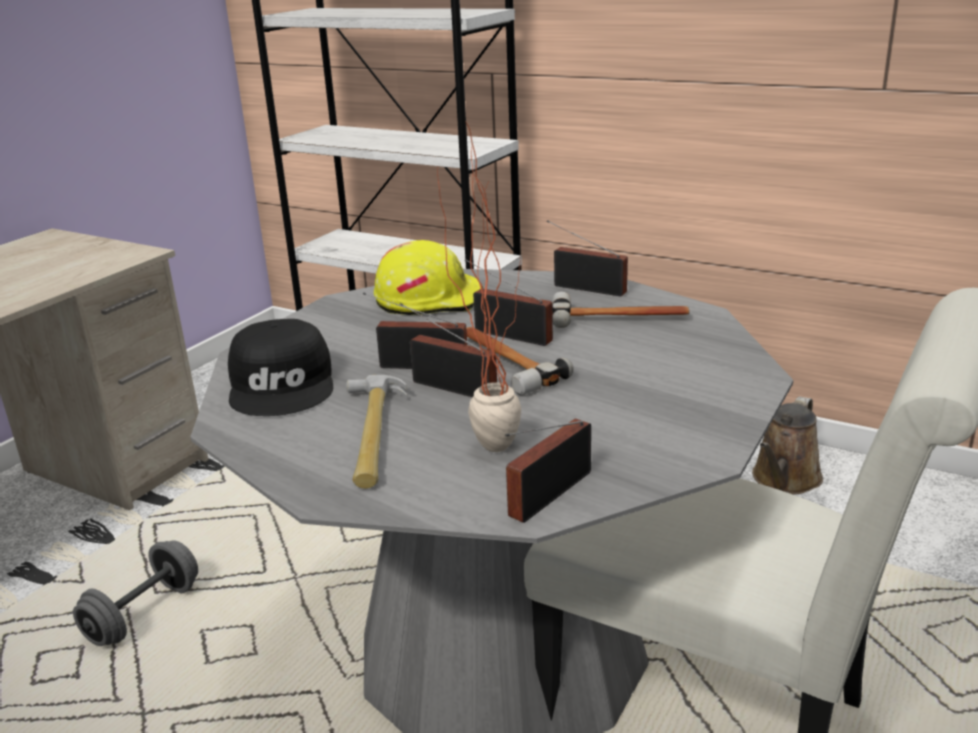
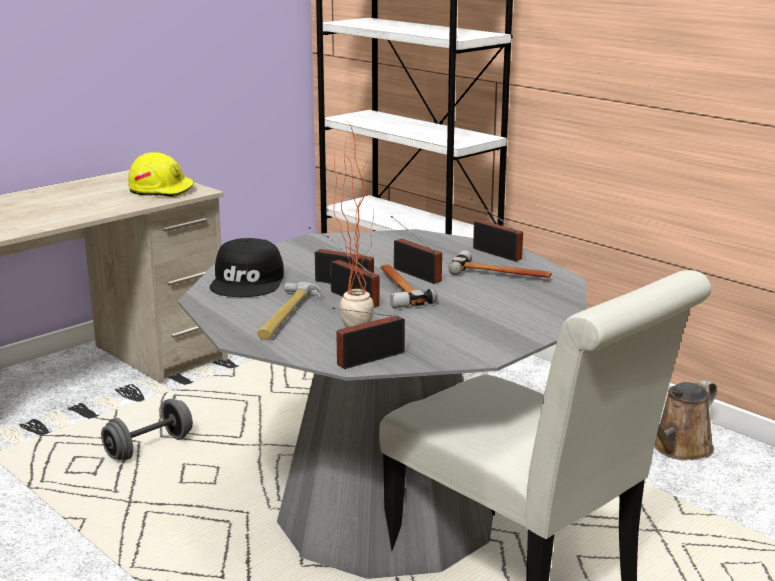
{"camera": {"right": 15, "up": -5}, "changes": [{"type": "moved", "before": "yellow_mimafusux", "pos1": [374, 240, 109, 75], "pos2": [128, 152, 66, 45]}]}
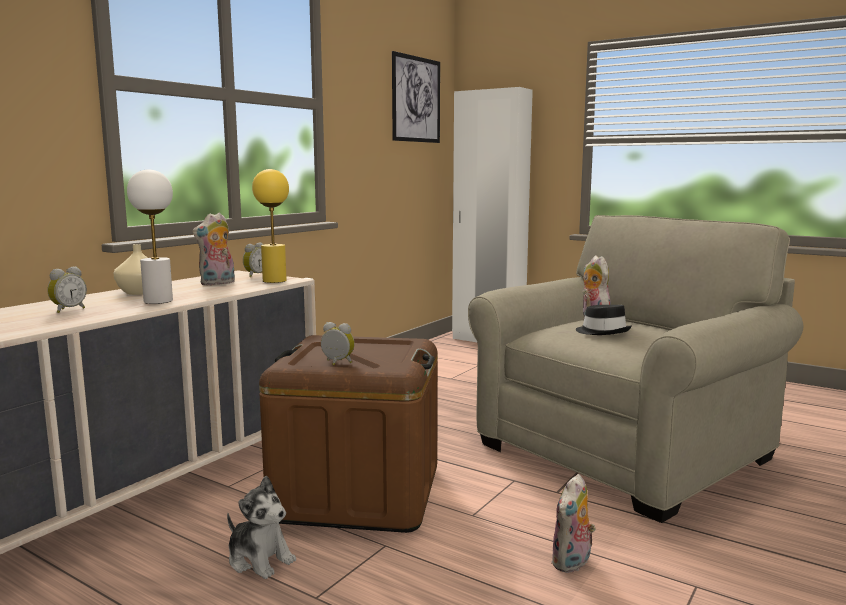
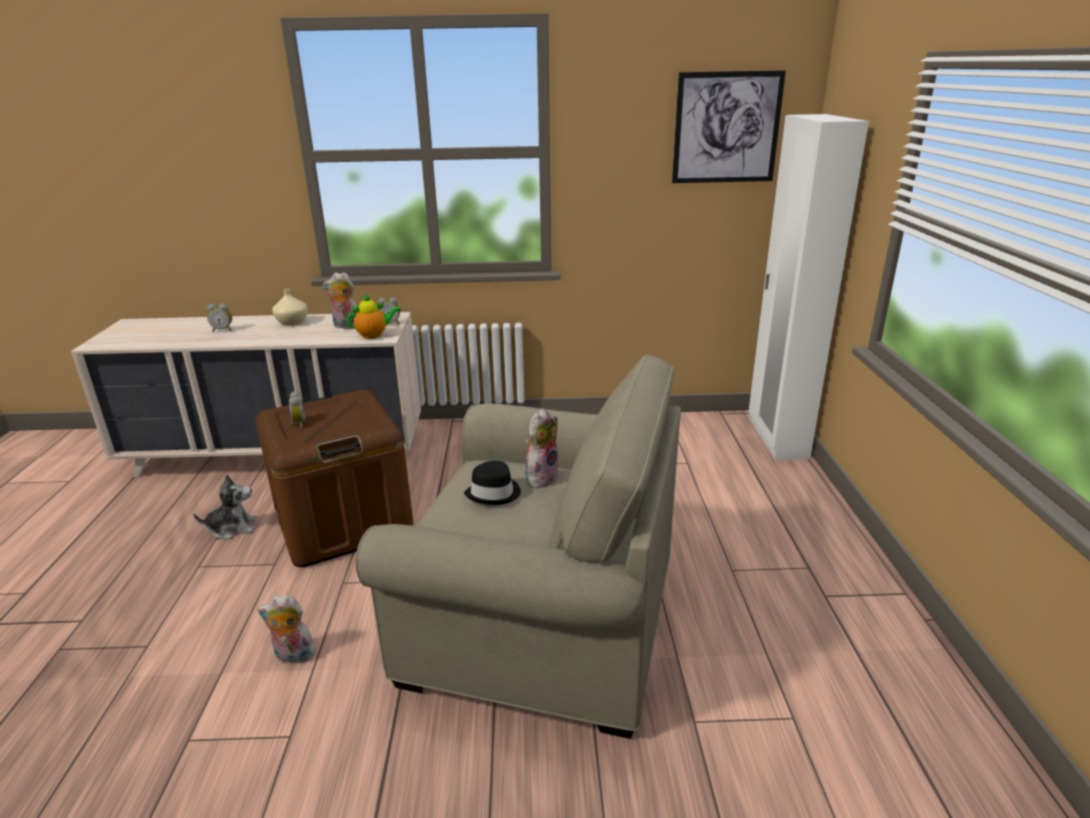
{"camera": {"right": 55, "up": 15}, "changes": [{"type": "removed", "before": "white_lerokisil", "pos1": [127, 169, 46, 135]}, {"type": "replaced", "before": "yellow_lerokisil", "after": "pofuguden", "pos1": [252, 169, 37, 114], "pos2": [347, 293, 54, 46]}, {"type": "turned", "before": "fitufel", "pos1": [227, 476, 69, 103], "pos2": [193, 474, 63, 65], "turn": -105}]}
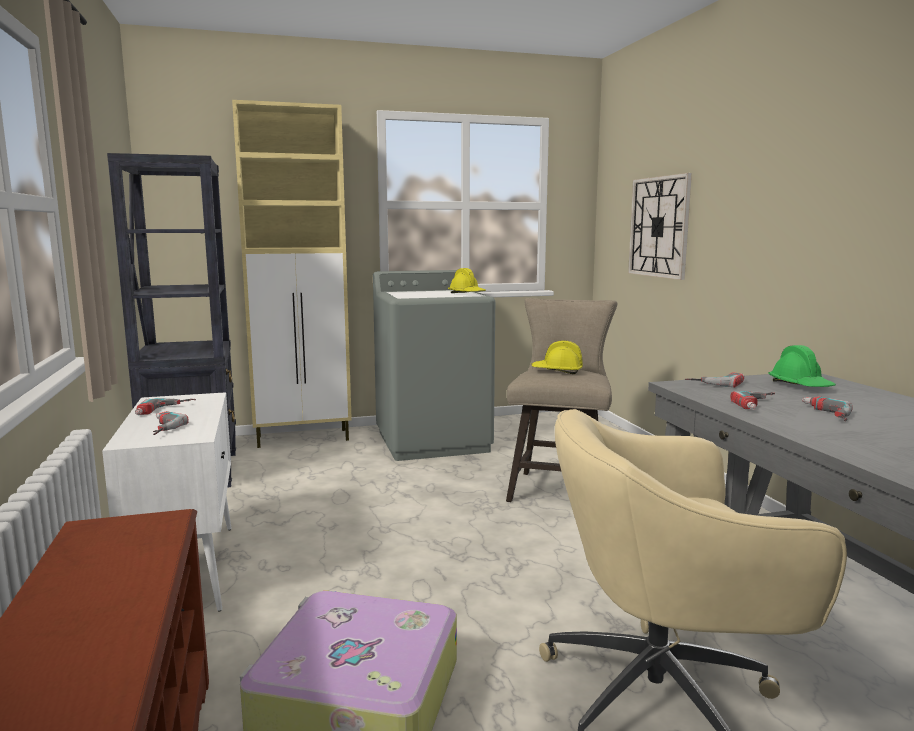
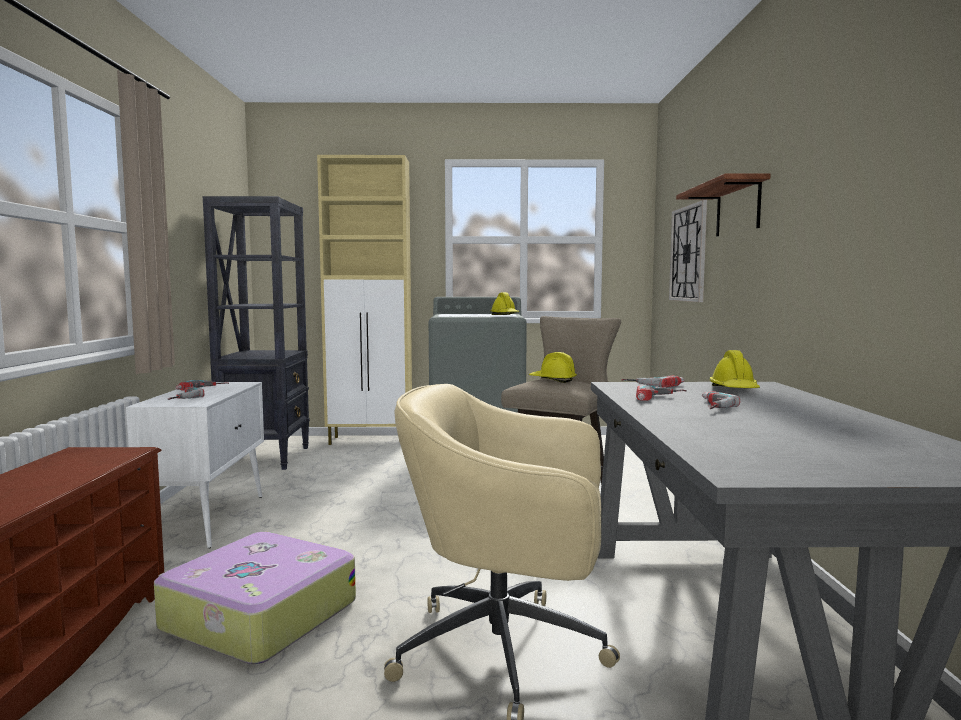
{"camera": {"right": 15, "up": -5}, "changes": [{"type": "added", "after": "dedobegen", "pos2": [676, 173, 95, 63]}, {"type": "recoloured", "before": "green_mimafusux", "after": "yellow_mimafusux", "pos1": [769, 345, 67, 42], "pos2": [709, 350, 51, 38]}]}
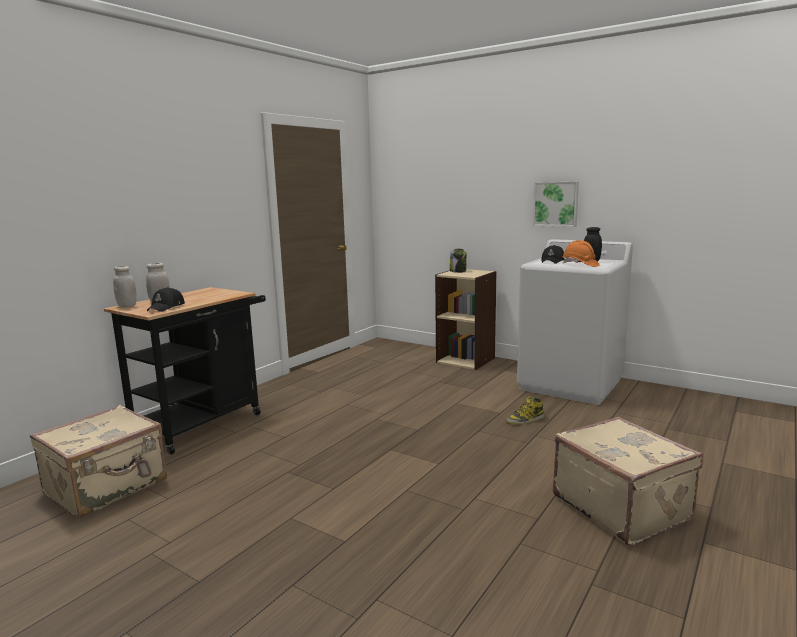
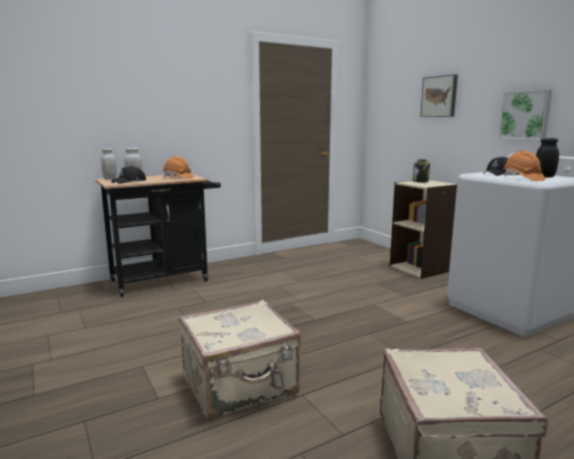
{"camera": {"right": 25, "up": 0}, "changes": [{"type": "removed", "before": "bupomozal", "pos1": [506, 396, 38, 29]}, {"type": "added", "after": "orange_mimafusux", "pos2": [163, 156, 31, 23]}, {"type": "added", "after": "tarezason", "pos2": [420, 74, 38, 43]}, {"type": "moved", "before": "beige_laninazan", "pos1": [30, 405, 137, 114], "pos2": [179, 300, 122, 120]}]}
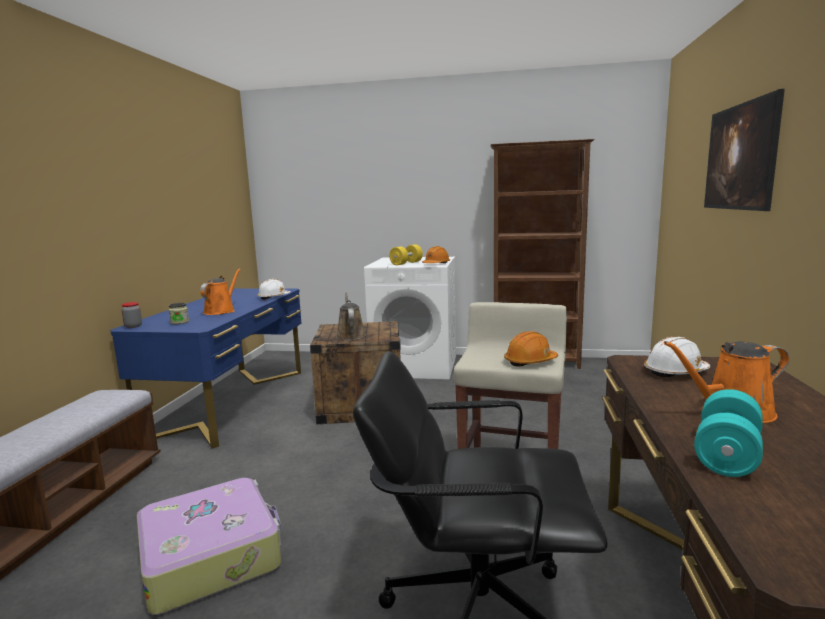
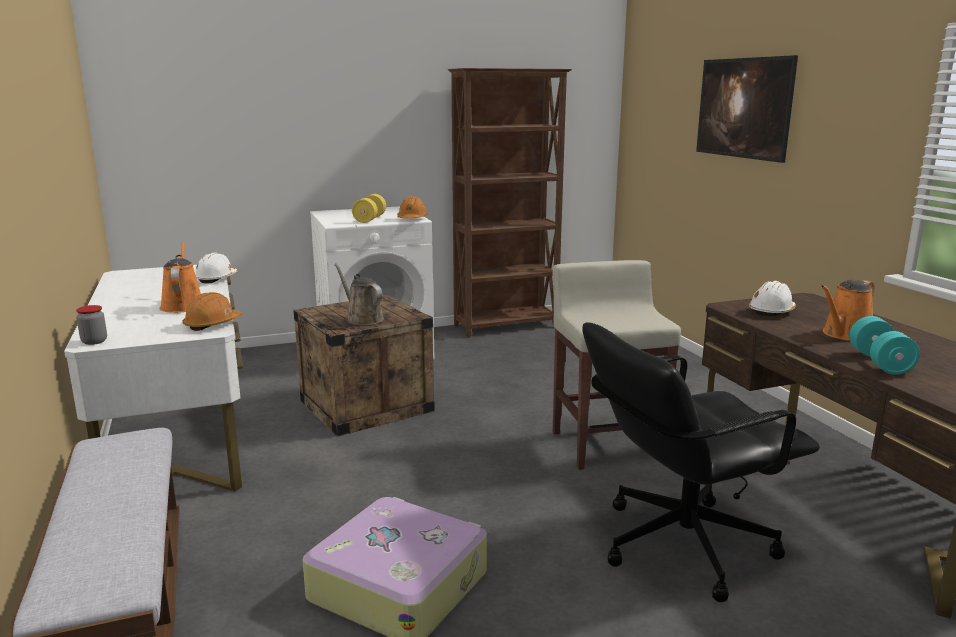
{"camera": {"right": -30, "up": 5}, "changes": [{"type": "removed", "before": "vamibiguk", "pos1": [169, 303, 20, 21]}, {"type": "moved", "before": "orange_mimafusux", "pos1": [504, 331, 54, 36], "pos2": [182, 292, 60, 39]}, {"type": "recoloured", "before": "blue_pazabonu", "after": "white_pazabonu", "pos1": [110, 288, 192, 160], "pos2": [64, 265, 179, 227]}]}
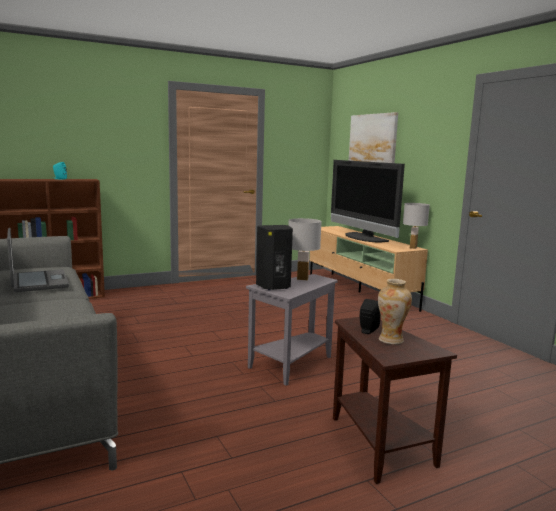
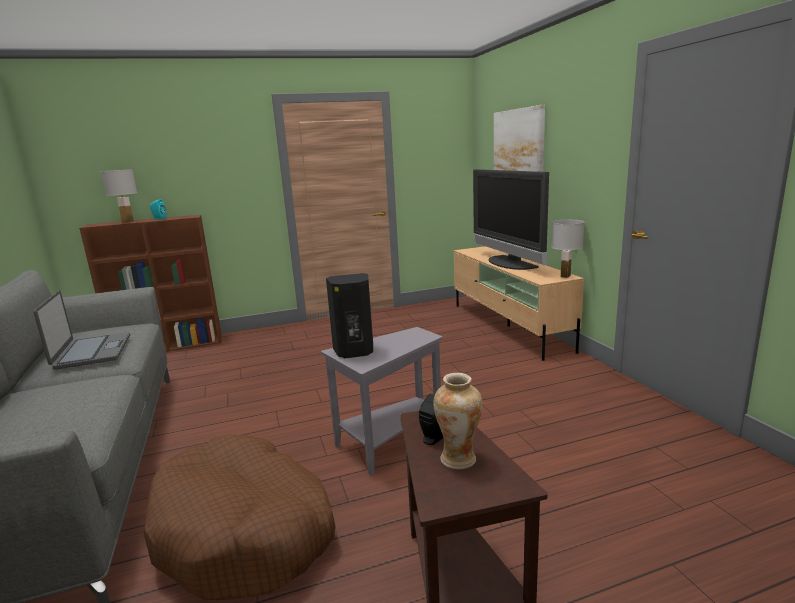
{"camera": {"right": 10, "up": 5}, "changes": [{"type": "added", "after": "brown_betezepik", "pos2": [144, 435, 192, 165]}, {"type": "moved", "before": "white_lerokisil", "pos1": [288, 218, 34, 62], "pos2": [101, 169, 36, 53]}]}
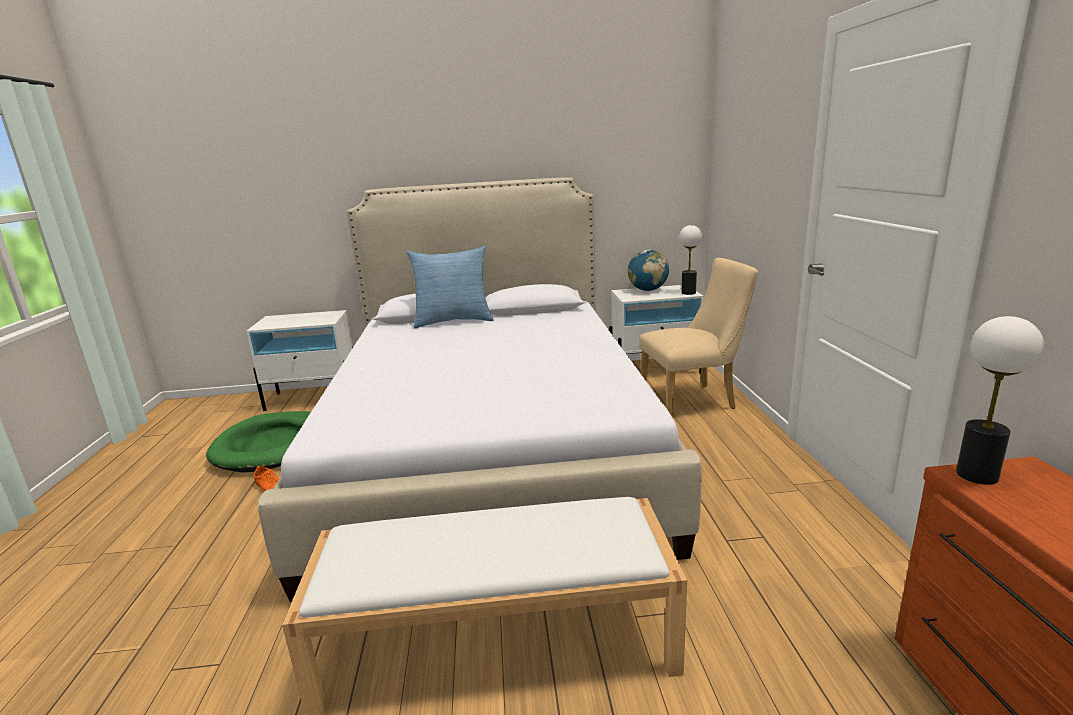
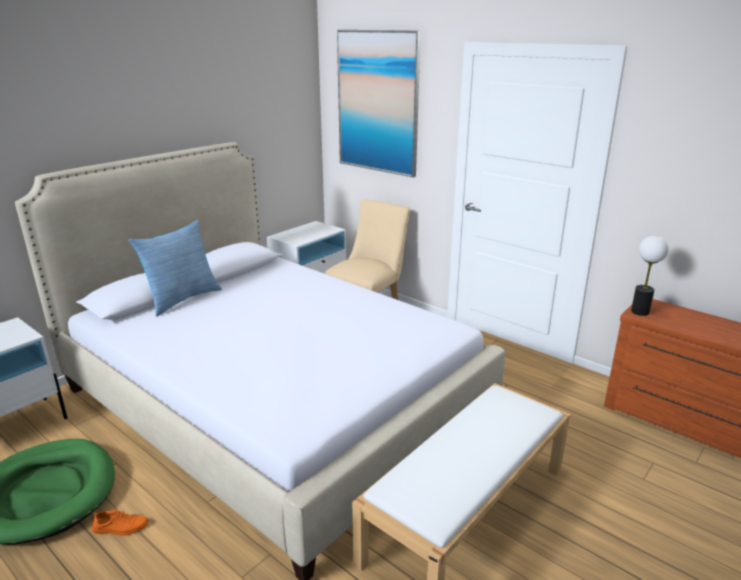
{"camera": {"right": -45, "up": 5}, "changes": [{"type": "removed", "before": "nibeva", "pos1": [628, 250, 41, 41]}, {"type": "removed", "before": "lerokisil", "pos1": [679, 225, 23, 70]}, {"type": "added", "after": "tarezason", "pos2": [337, 30, 84, 147]}]}
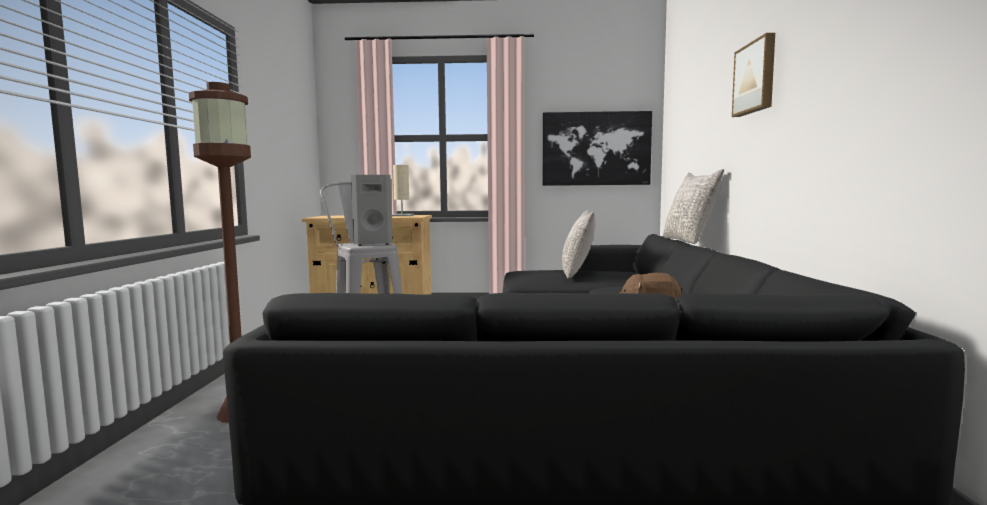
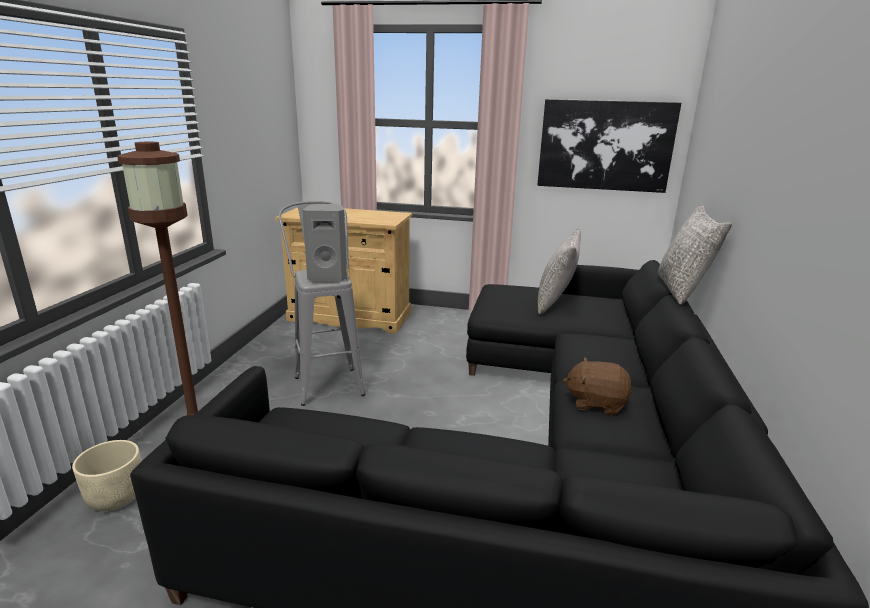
{"camera": {"right": 10, "up": 15}, "changes": [{"type": "removed", "before": "beige_lerokisil", "pos1": [392, 165, 22, 51]}, {"type": "removed", "before": "tarezason", "pos1": [732, 33, 43, 84]}, {"type": "added", "after": "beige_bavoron", "pos2": [72, 440, 69, 71]}]}
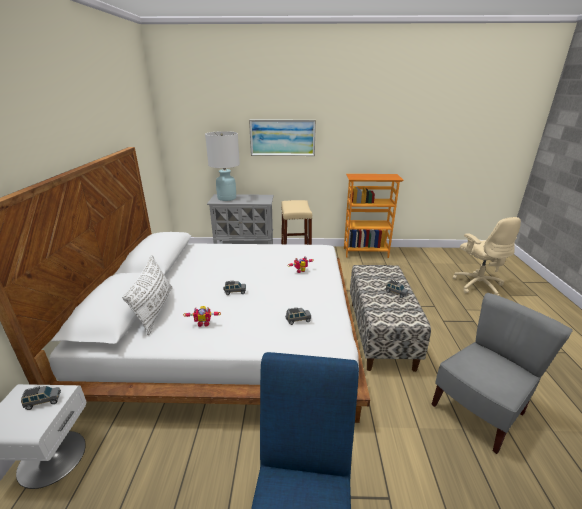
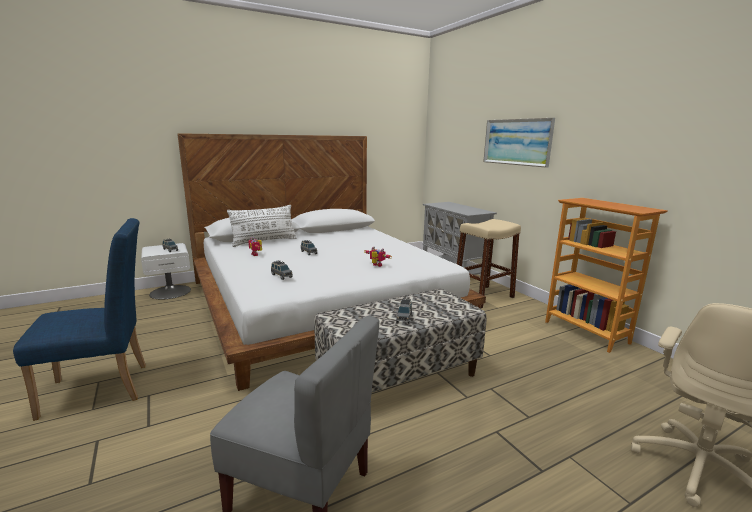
{"camera": {"right": 60, "up": -10}, "changes": [{"type": "removed", "before": "white_lerokisil", "pos1": [205, 131, 35, 70]}]}
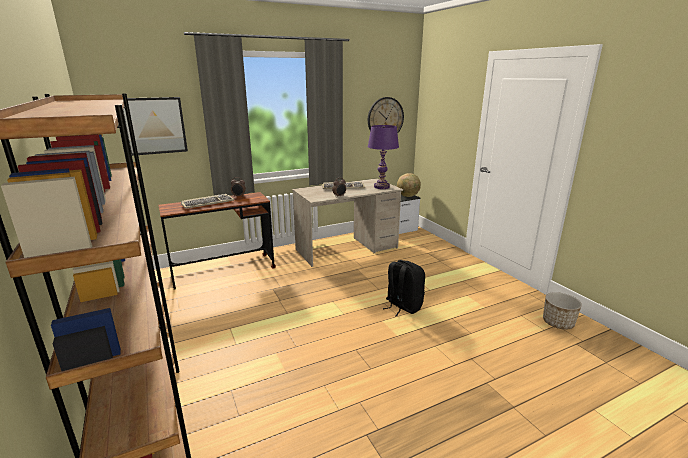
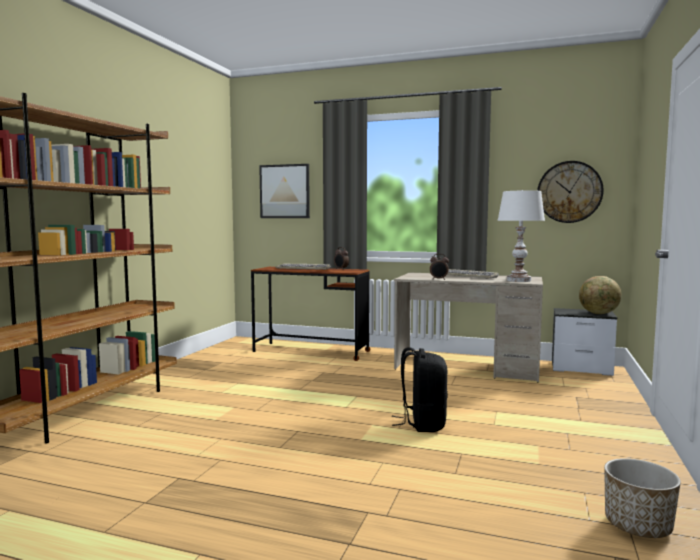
{"camera": {"right": 45, "up": -15}, "changes": [{"type": "recoloured", "before": "purple_lerokisil", "after": "white_lerokisil", "pos1": [368, 125, 31, 64], "pos2": [497, 190, 48, 92]}]}
